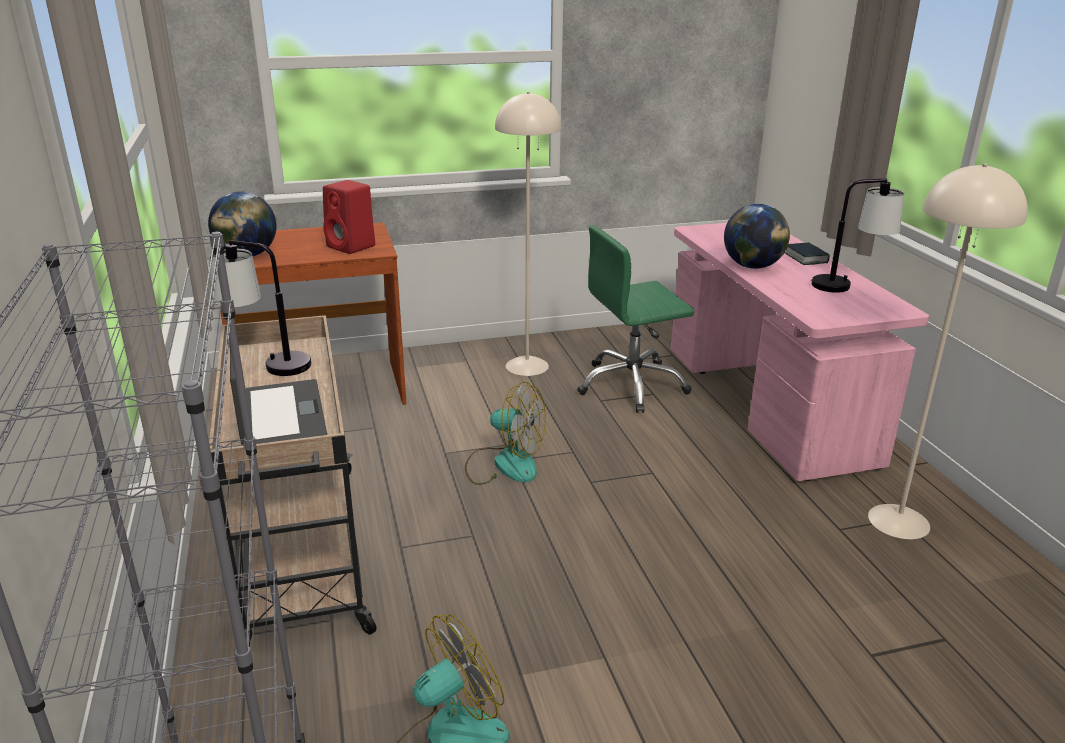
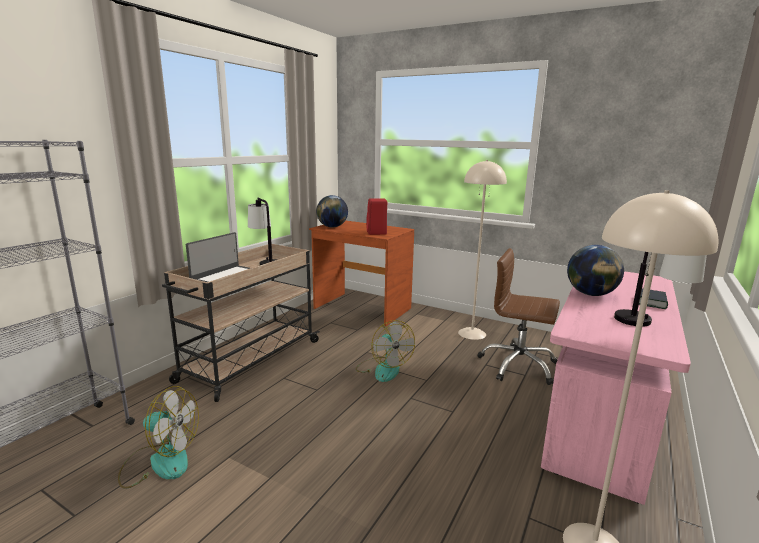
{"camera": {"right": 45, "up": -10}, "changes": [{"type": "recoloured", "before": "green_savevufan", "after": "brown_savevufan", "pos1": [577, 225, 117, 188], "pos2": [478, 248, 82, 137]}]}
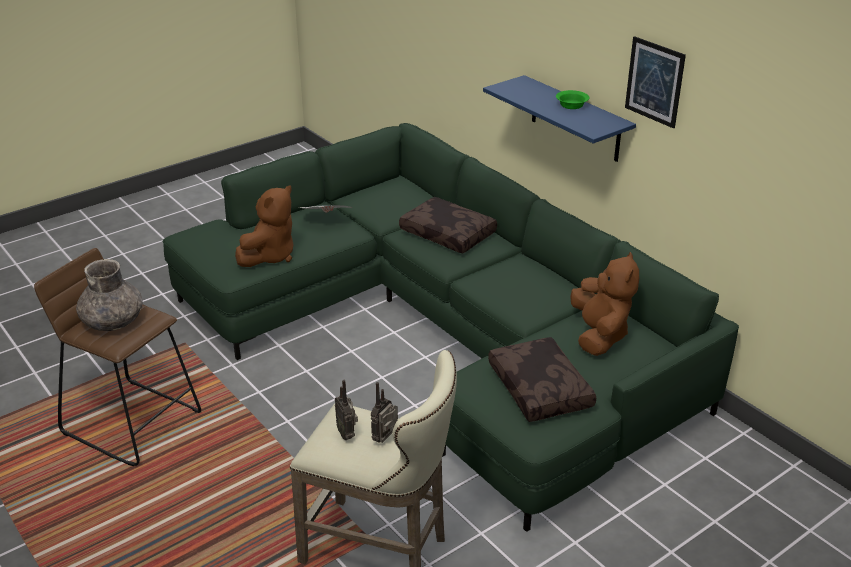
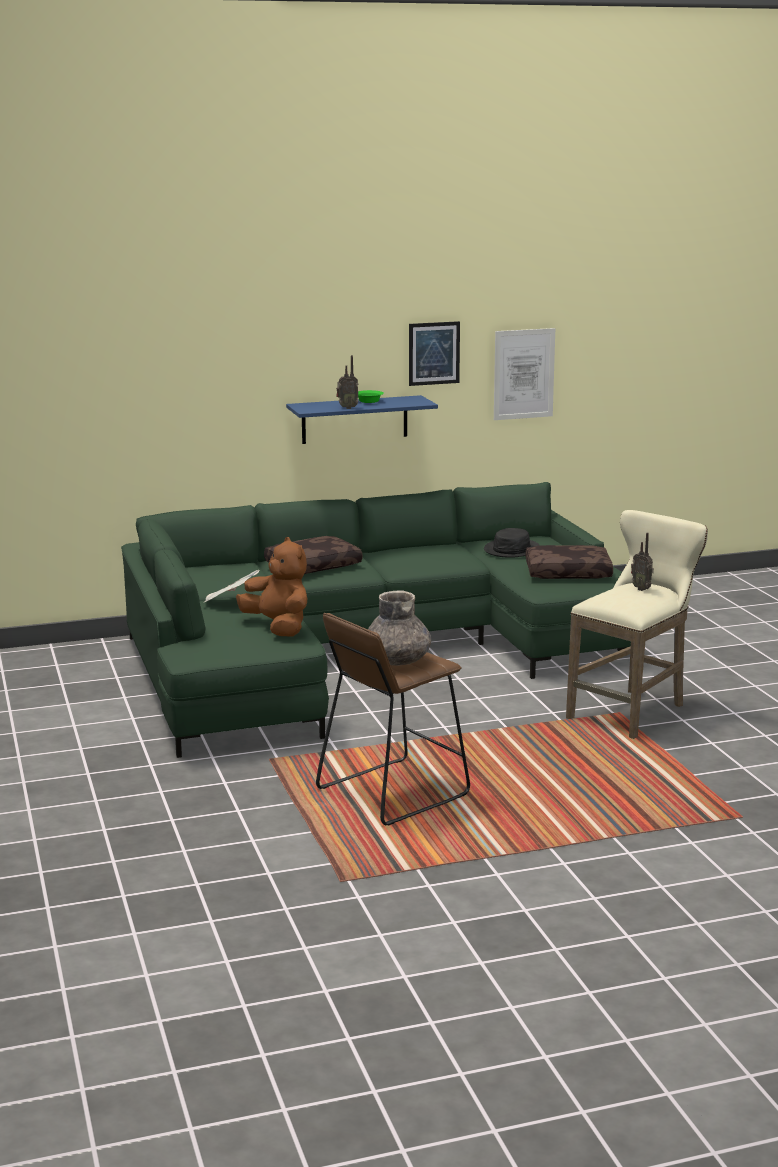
{"camera": {"right": -70, "up": -15}, "changes": [{"type": "added", "after": "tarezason", "pos2": [494, 328, 61, 92]}, {"type": "moved", "before": "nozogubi", "pos1": [335, 380, 23, 60], "pos2": [336, 355, 23, 54]}, {"type": "replaced", "before": "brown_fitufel", "after": "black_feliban", "pos1": [570, 252, 69, 104], "pos2": [484, 528, 56, 30]}]}
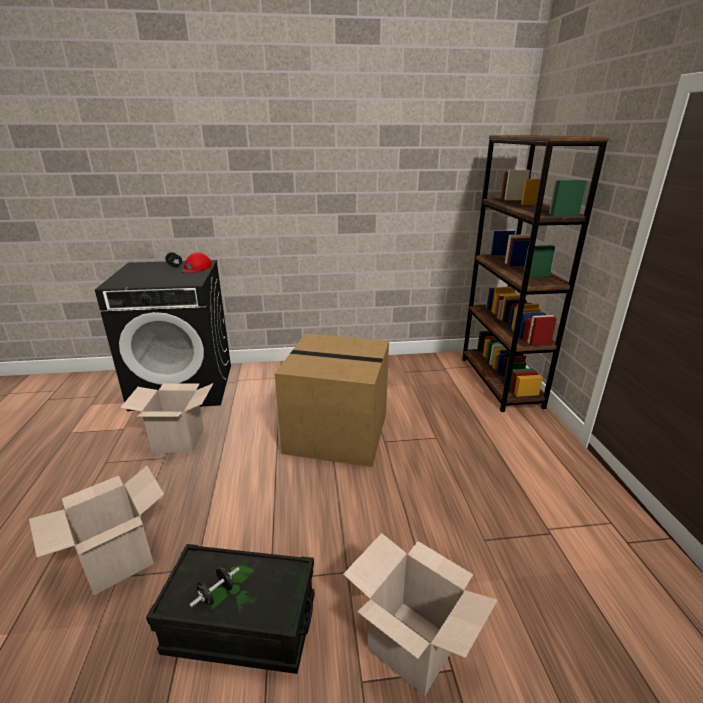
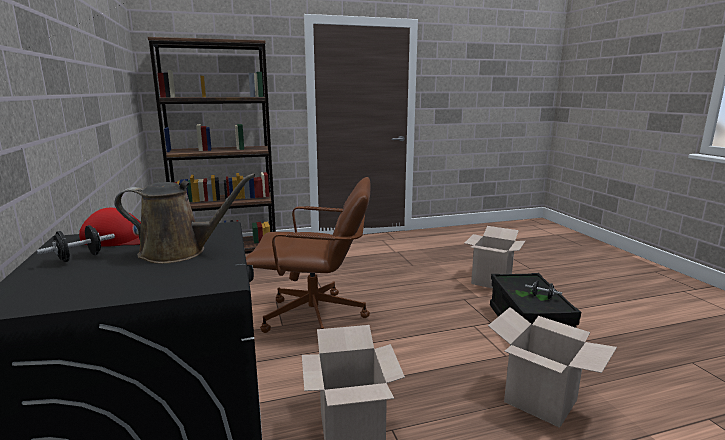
{"camera": {"right": -100, "up": -10}, "changes": [{"type": "added", "after": "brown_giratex", "pos2": [115, 174, 141, 90]}, {"type": "replaced", "before": "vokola", "after": "brown_savevufan", "pos1": [275, 333, 114, 134], "pos2": [246, 177, 125, 156]}]}
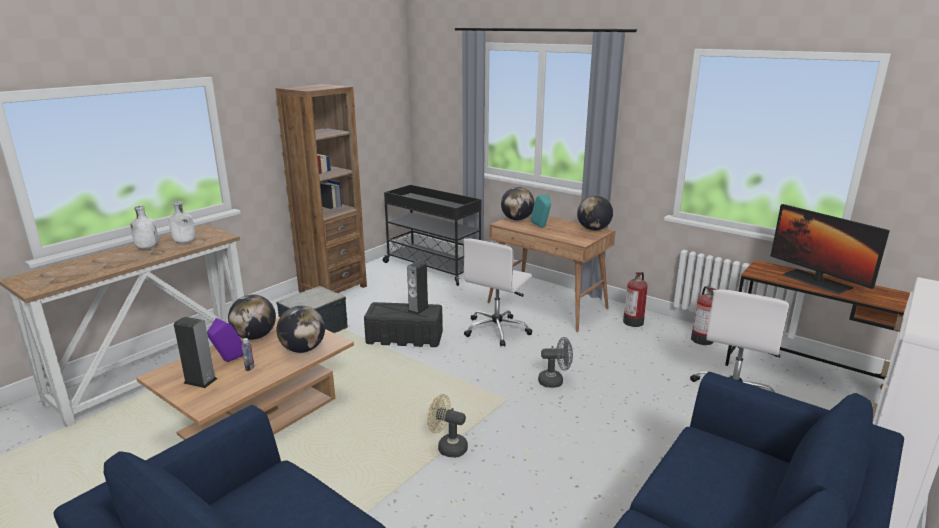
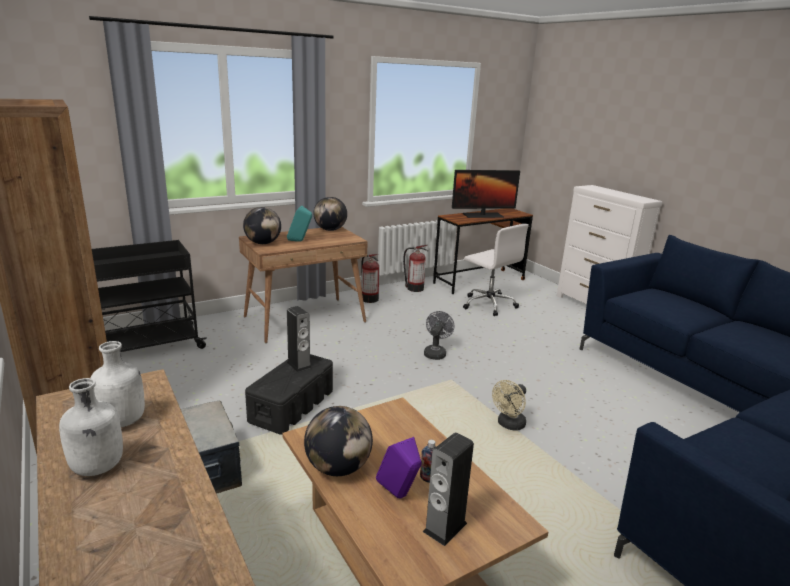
{"camera": {"right": -70, "up": 0}, "changes": [{"type": "removed", "before": "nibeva", "pos1": [277, 306, 48, 47]}, {"type": "removed", "before": "white_savevufan", "pos1": [463, 239, 69, 108]}]}
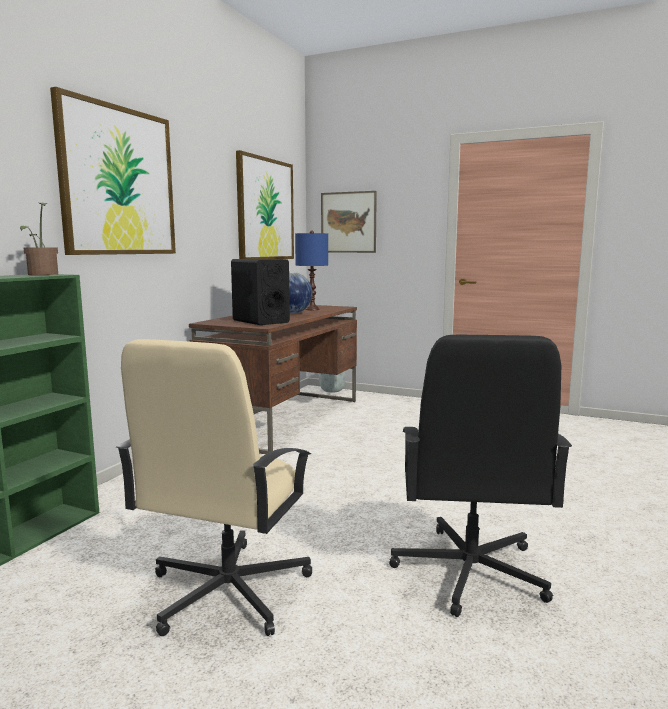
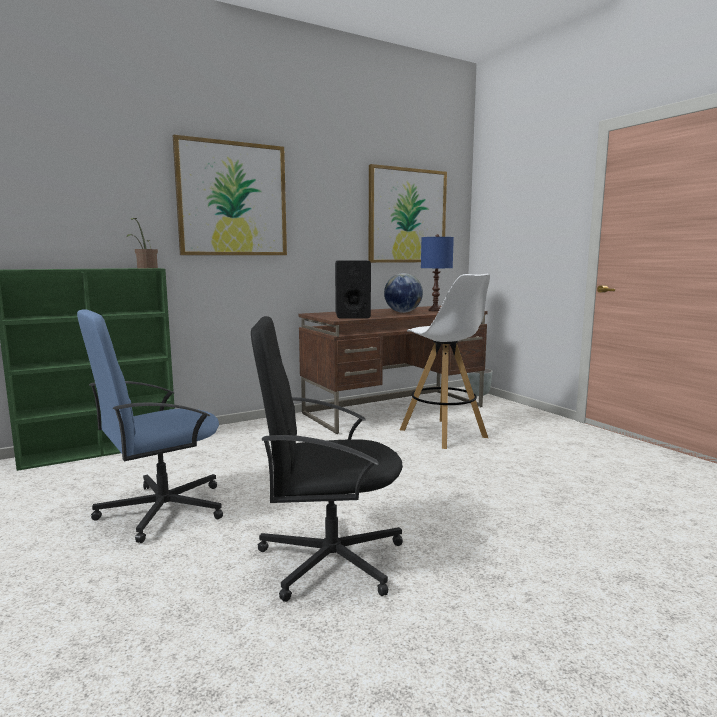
{"camera": {"right": 35, "up": 0}, "changes": [{"type": "removed", "before": "tarezason", "pos1": [321, 191, 56, 62]}, {"type": "added", "after": "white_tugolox", "pos2": [400, 274, 90, 175]}, {"type": "recoloured", "before": "beige_savevufan", "after": "blue_savevufan", "pos1": [116, 339, 196, 297], "pos2": [77, 309, 146, 234]}, {"type": "turned", "before": "black_savevufan", "pos1": [389, 335, 183, 282], "pos2": [251, 316, 152, 286], "turn": 45}]}
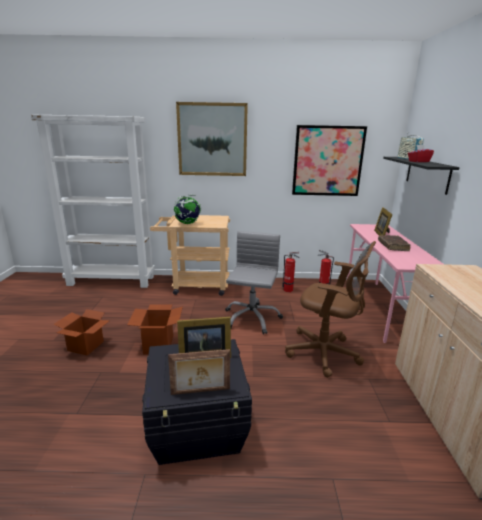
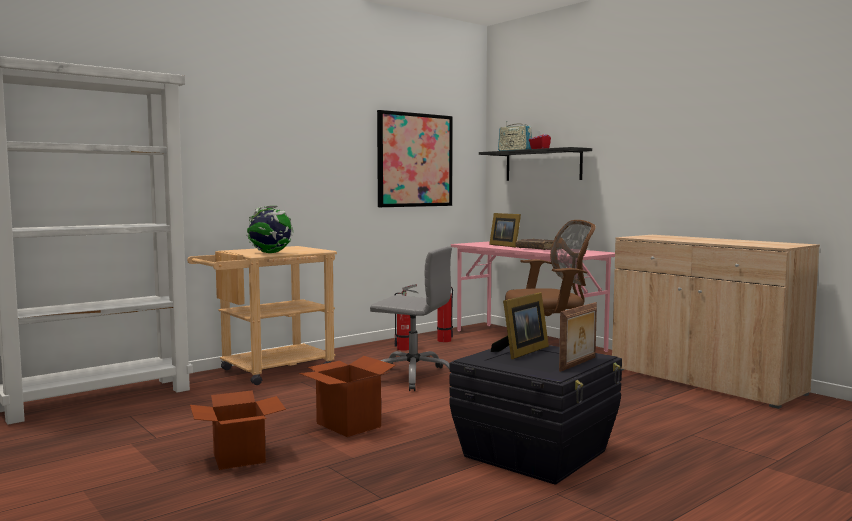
{"camera": {"right": -40, "up": -15}, "changes": [{"type": "removed", "before": "tarezason", "pos1": [176, 102, 72, 74]}, {"type": "turned", "before": "grey_savevufan", "pos1": [225, 231, 58, 103], "pos2": [370, 246, 82, 145], "turn": 135}]}
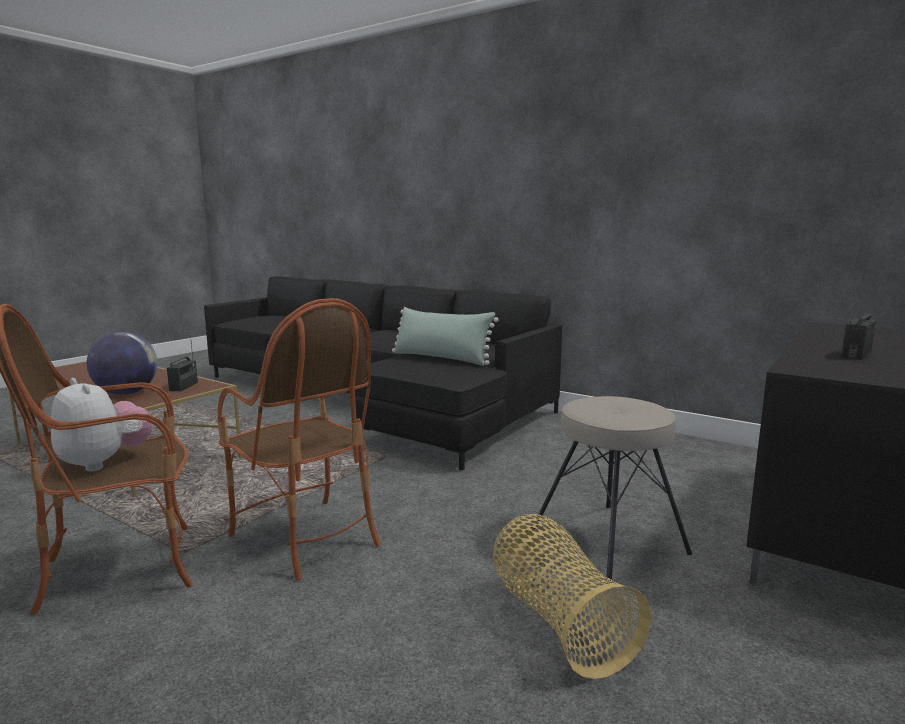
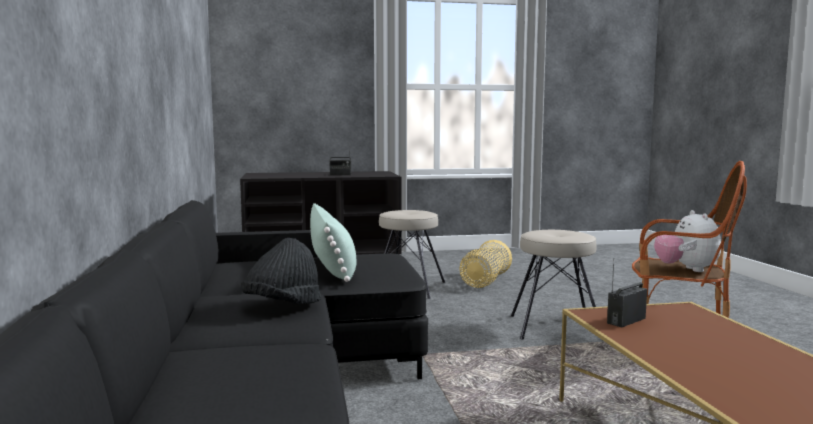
{"camera": {"right": -135, "up": -5}, "changes": [{"type": "removed", "before": "nibeva", "pos1": [87, 332, 71, 63]}, {"type": "added", "after": "black_feliban", "pos2": [241, 238, 80, 66]}, {"type": "replaced", "before": "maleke", "after": "beige_tugolox", "pos1": [217, 298, 164, 282], "pos2": [511, 230, 86, 110]}]}
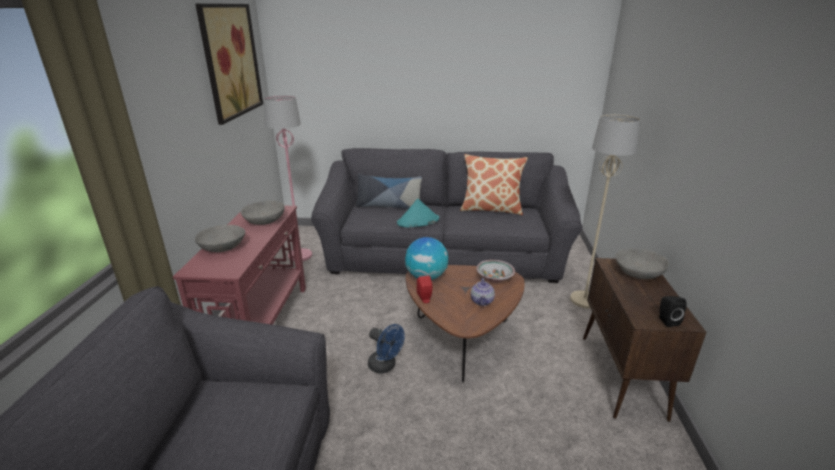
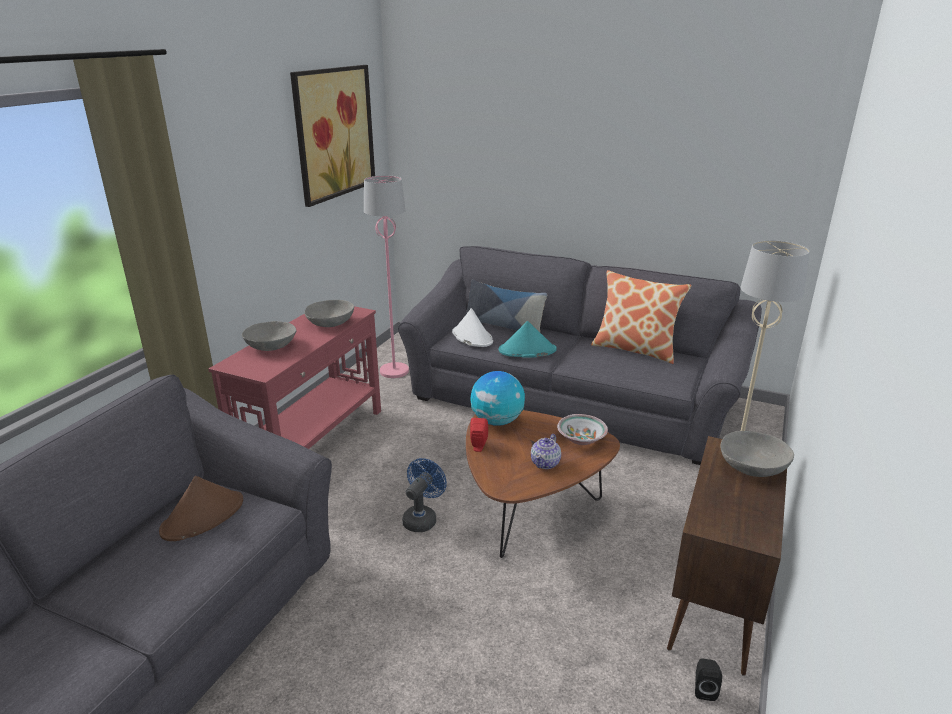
{"camera": {"right": 20, "up": 0}, "changes": [{"type": "added", "after": "brown_feliban", "pos2": [159, 476, 84, 65]}, {"type": "added", "after": "white_feliban", "pos2": [452, 308, 41, 39]}, {"type": "moved", "before": "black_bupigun", "pos1": [659, 296, 28, 31], "pos2": [695, 658, 27, 43]}, {"type": "turned", "before": "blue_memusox", "pos1": [368, 324, 37, 50], "pos2": [402, 458, 45, 74], "turn": -120}]}
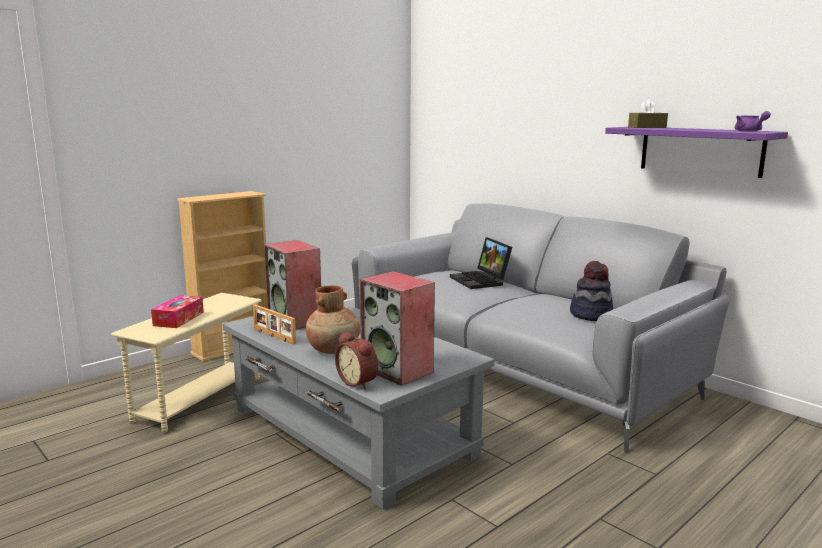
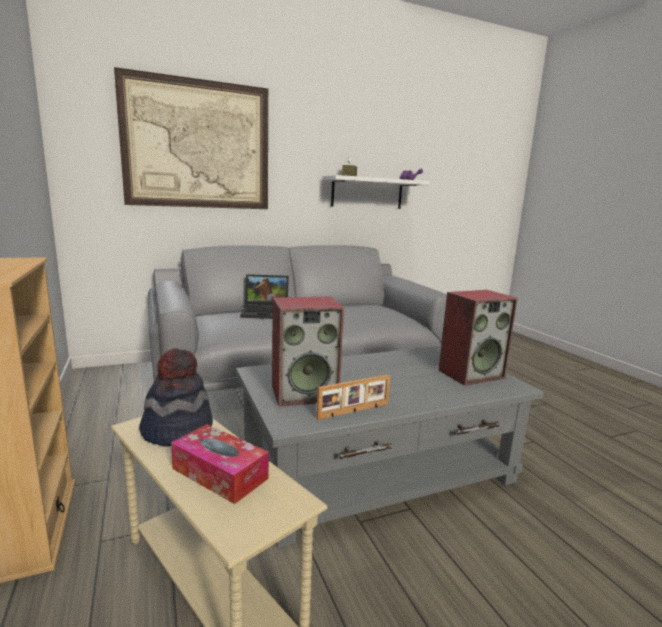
{"camera": {"right": -70, "up": 0}, "changes": [{"type": "removed", "before": "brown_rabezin", "pos1": [306, 285, 54, 69]}, {"type": "removed", "before": "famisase", "pos1": [335, 332, 43, 57]}, {"type": "added", "after": "tarezason", "pos2": [114, 67, 154, 142]}, {"type": "moved", "before": "feliban", "pos1": [570, 261, 43, 60], "pos2": [139, 348, 74, 99]}, {"type": "recoloured", "before": "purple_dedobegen", "after": "white_dedobegen", "pos1": [605, 127, 183, 51], "pos2": [322, 175, 107, 34]}]}
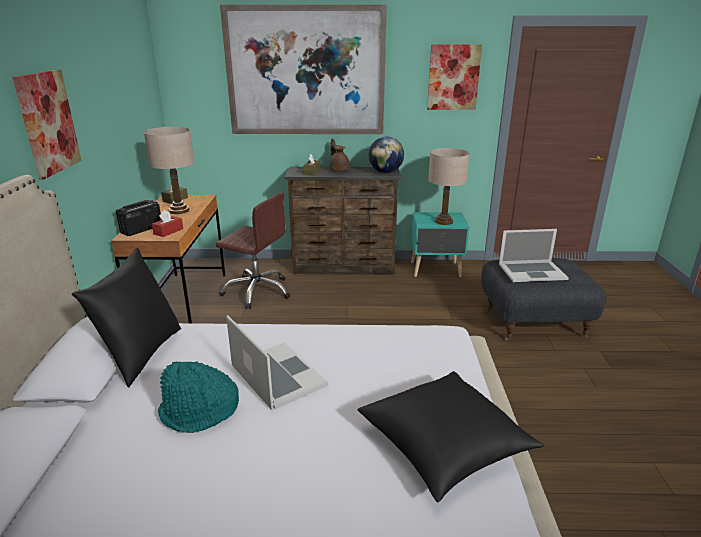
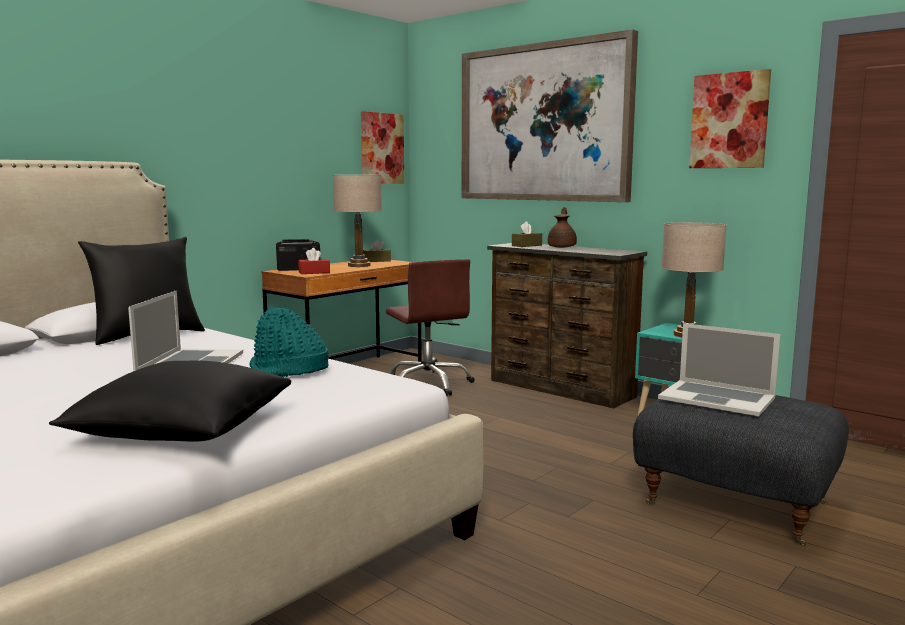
{"camera": {"right": 40, "up": -15}, "changes": [{"type": "removed", "before": "nibeva", "pos1": [368, 137, 36, 36]}, {"type": "moved", "before": "tarezason", "pos1": [12, 70, 70, 109], "pos2": [361, 111, 43, 73]}, {"type": "moved", "before": "turquoise_feliban", "pos1": [158, 361, 81, 72], "pos2": [249, 307, 80, 70]}]}
